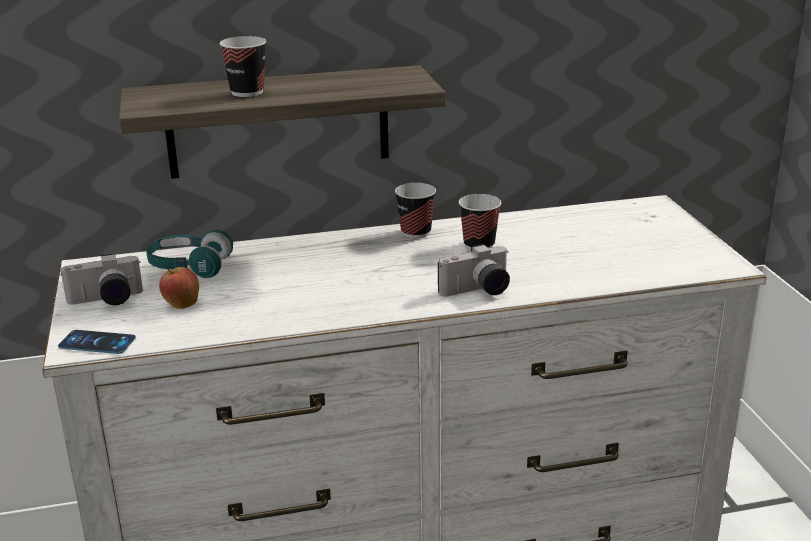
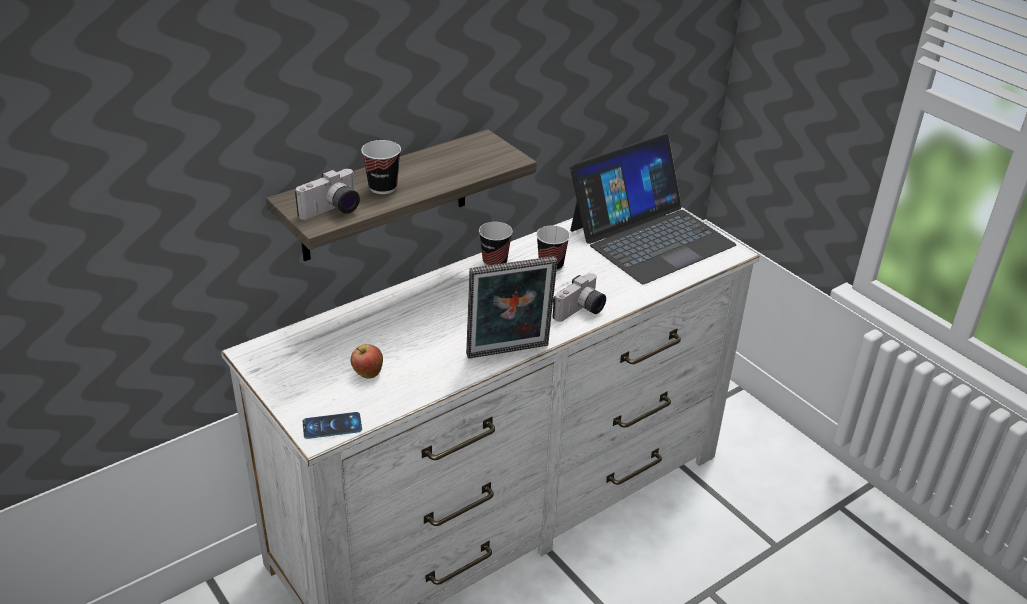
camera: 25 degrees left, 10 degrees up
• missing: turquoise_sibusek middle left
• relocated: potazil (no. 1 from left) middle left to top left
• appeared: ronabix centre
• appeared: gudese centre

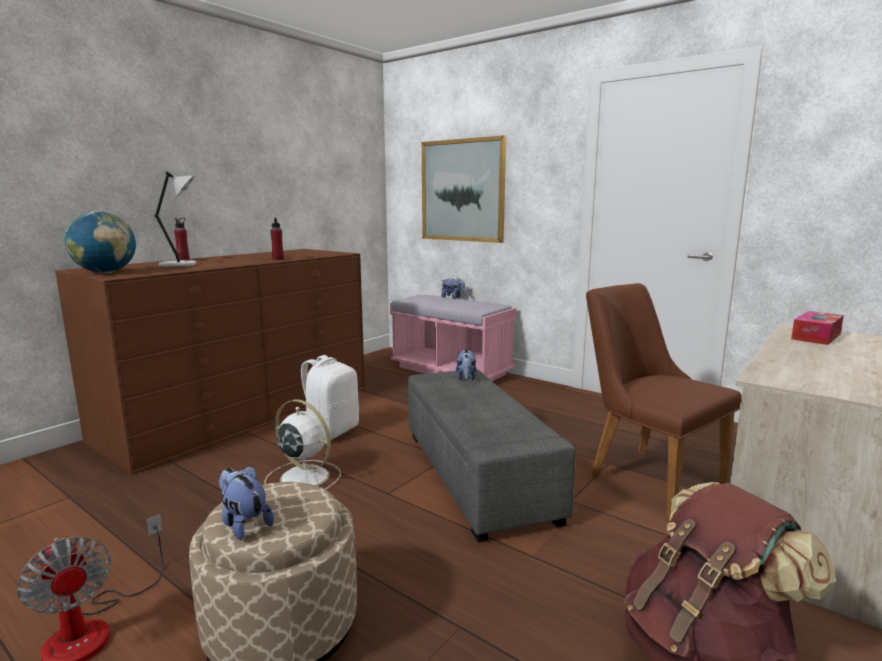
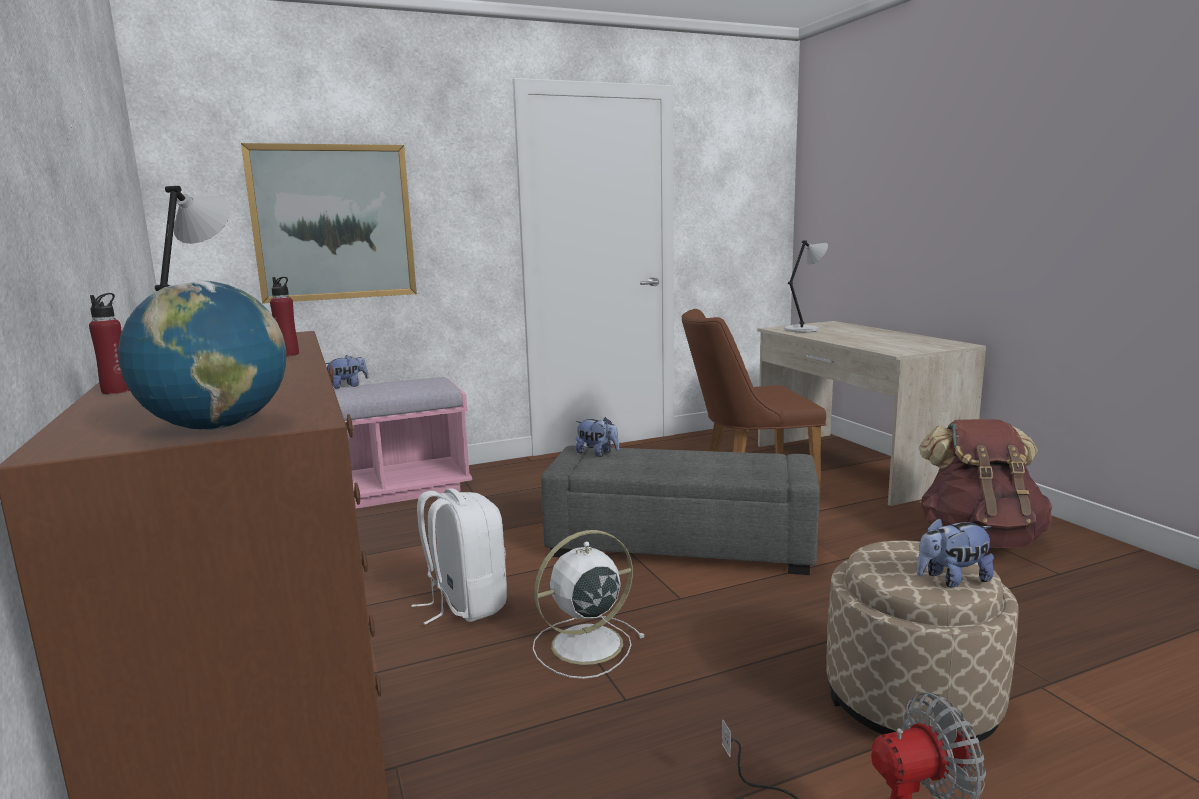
camera: 60 degrees left, 0 degrees up
• exchanged: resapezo middle right to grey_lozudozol (no. 2 from left) middle right

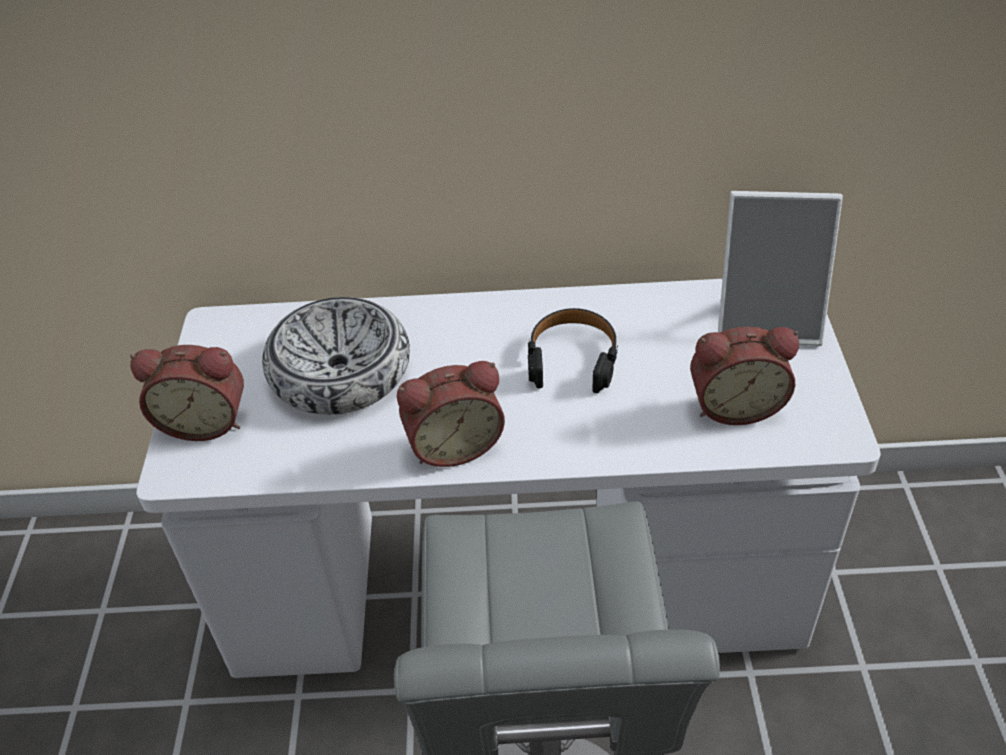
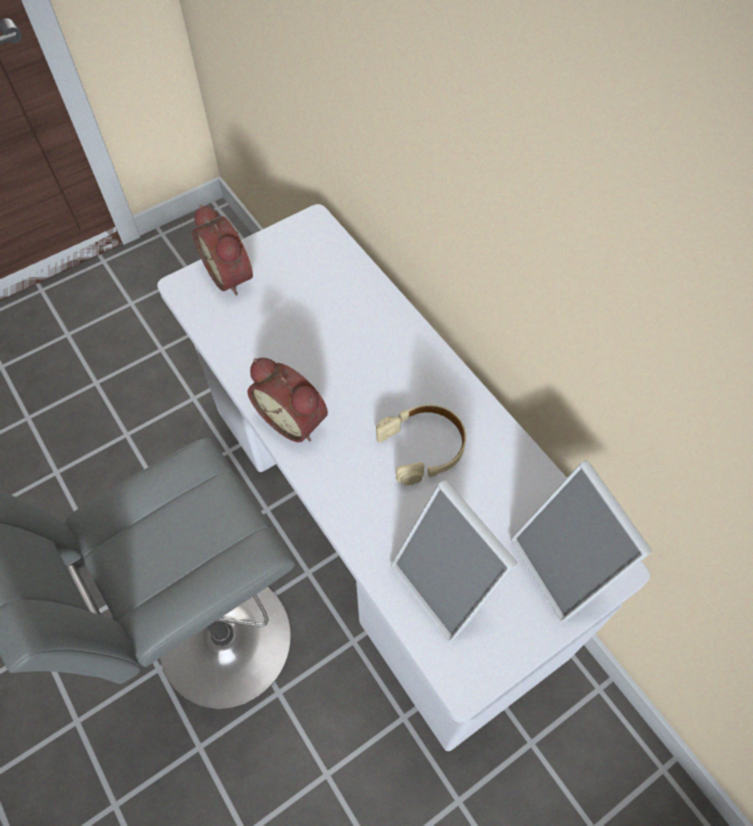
camera: 55 degrees right, 15 degrees up
• missing: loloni centre
• colour: black_sibusek centre to beige_sibusek centre
• exchanged: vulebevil (no. 3 from left) middle right to gudese (no. 1 from left) bottom centre

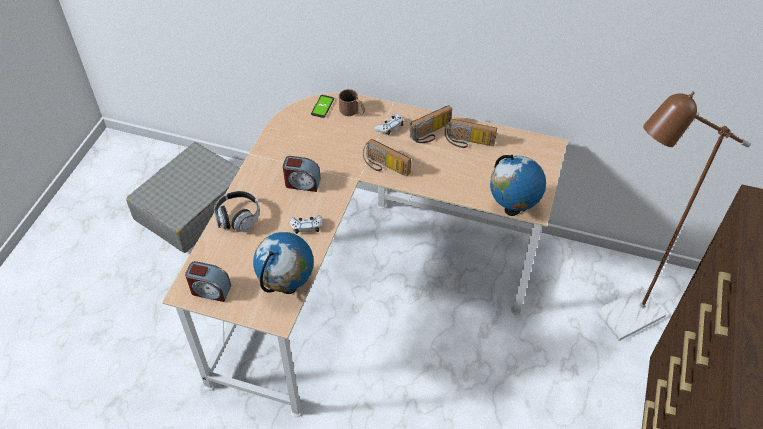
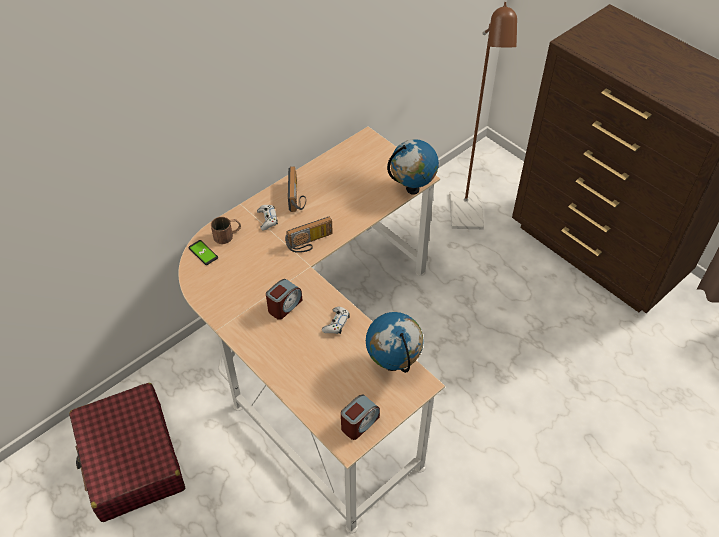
camera: 60 degrees left, 0 degrees up
• missing: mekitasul (no. 3 from left) top centre
• colour: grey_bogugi middle left to red_bogugi bottom left
• missing: sibusek middle left

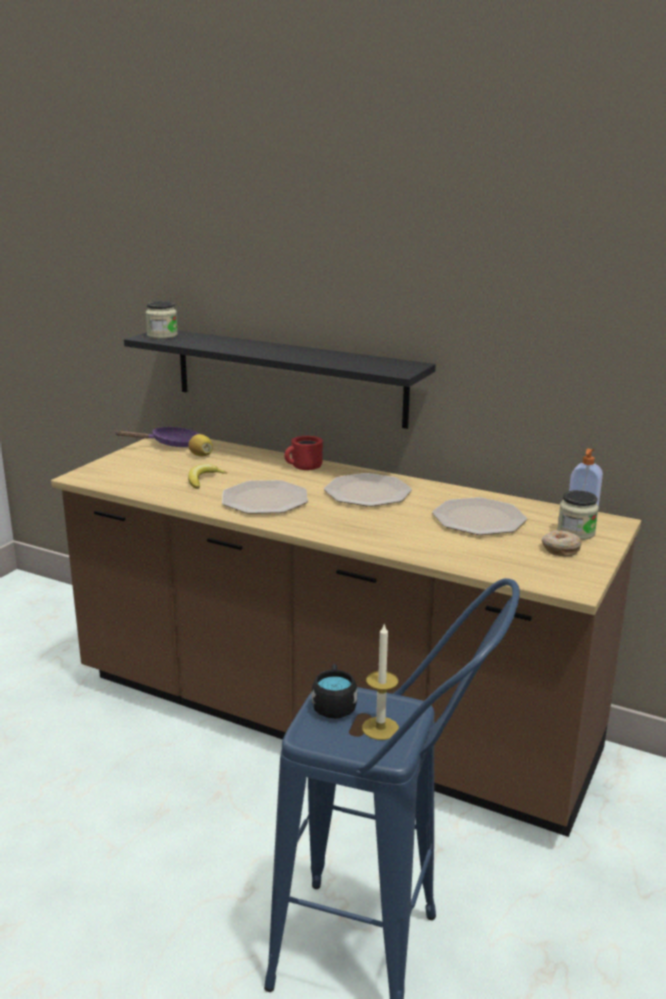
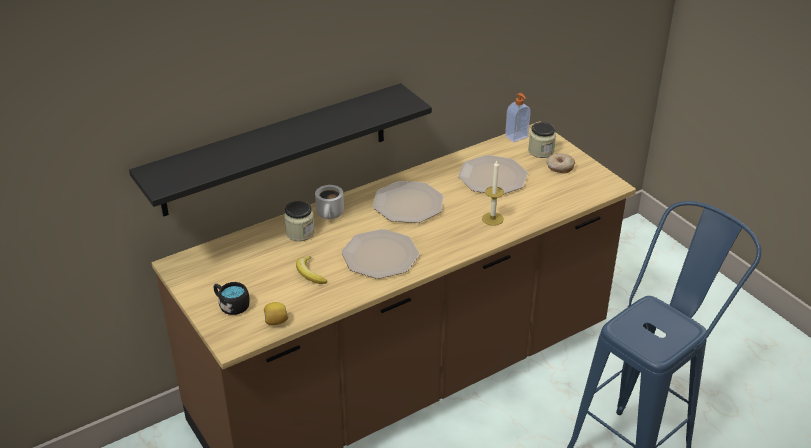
camera: 60 degrees left, 15 degrees up
• relocated: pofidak (no. 1 from left) top left to centre
• missing: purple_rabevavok middle left
• relocated: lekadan middle left to bottom centre
• colour: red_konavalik centre to white_konavalik centre
• relocated: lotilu bottom centre to centre
• relocated: black_konavalik bottom centre to middle left

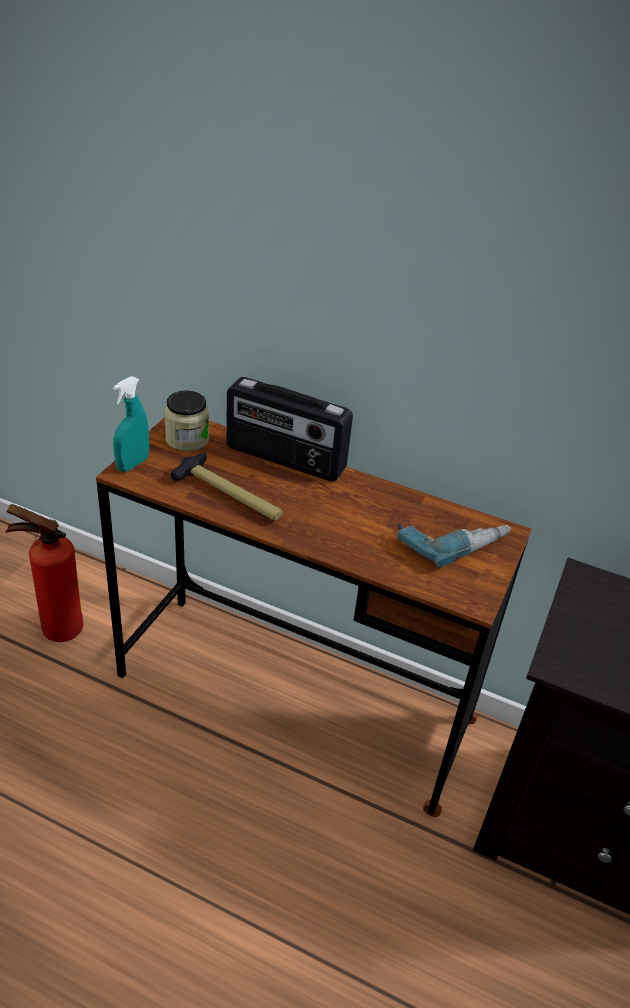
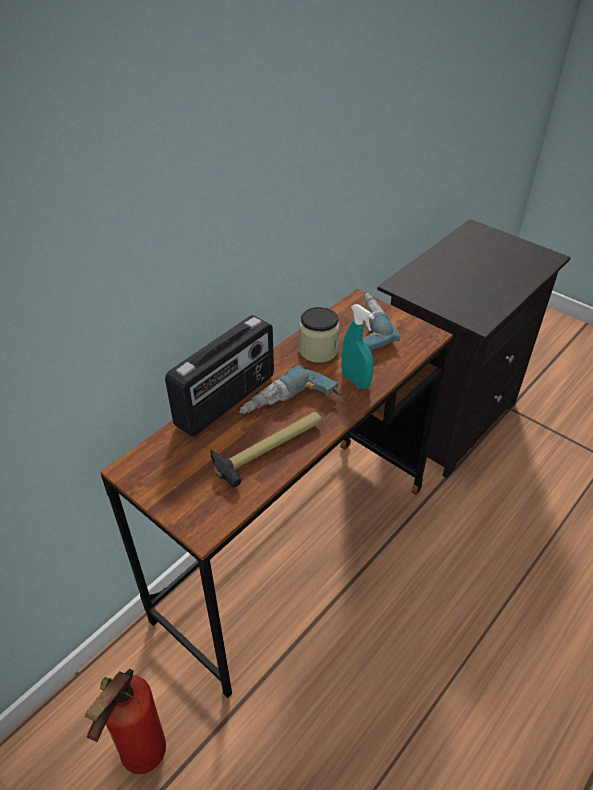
camera: 70 degrees left, 5 degrees up
• relocated: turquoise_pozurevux middle left to centre
• relocated: pofidak middle left to centre
• appeared: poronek (no. 1 from left) centre

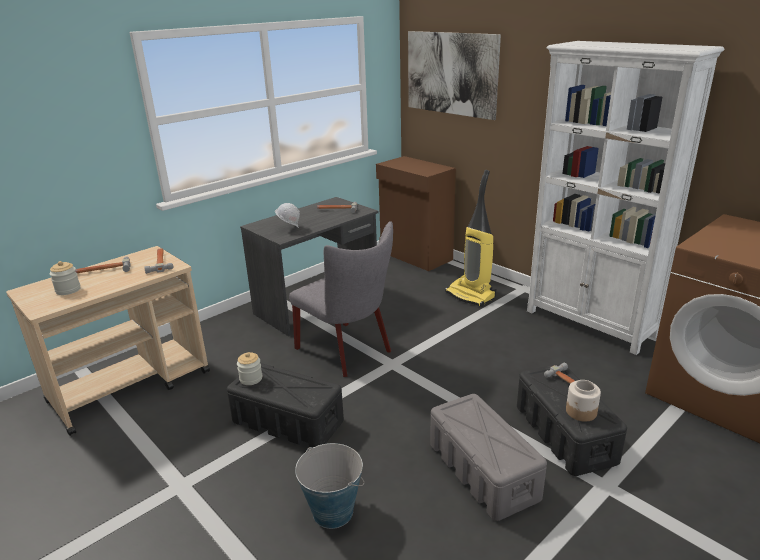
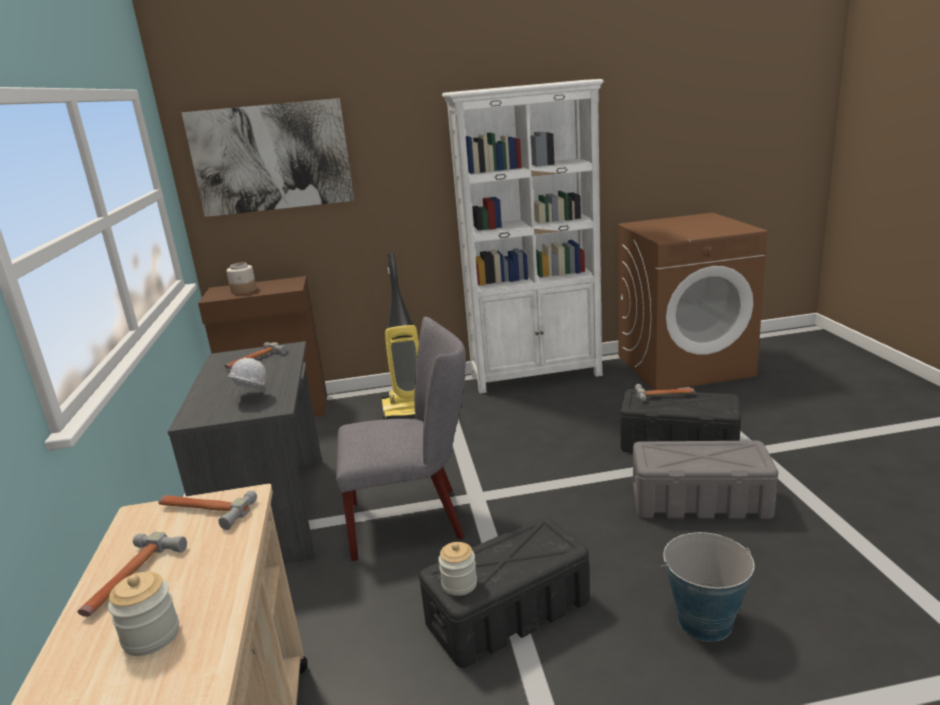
camera: 55 degrees left, 5 degrees down
• relocated: pofidak (no. 3 from left in the first image) bottom right to pofidak (no. 2 from left) middle left

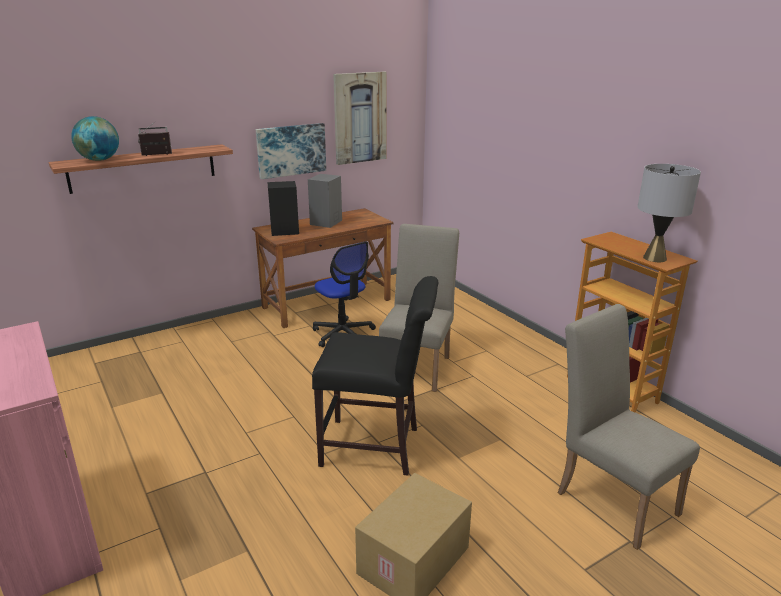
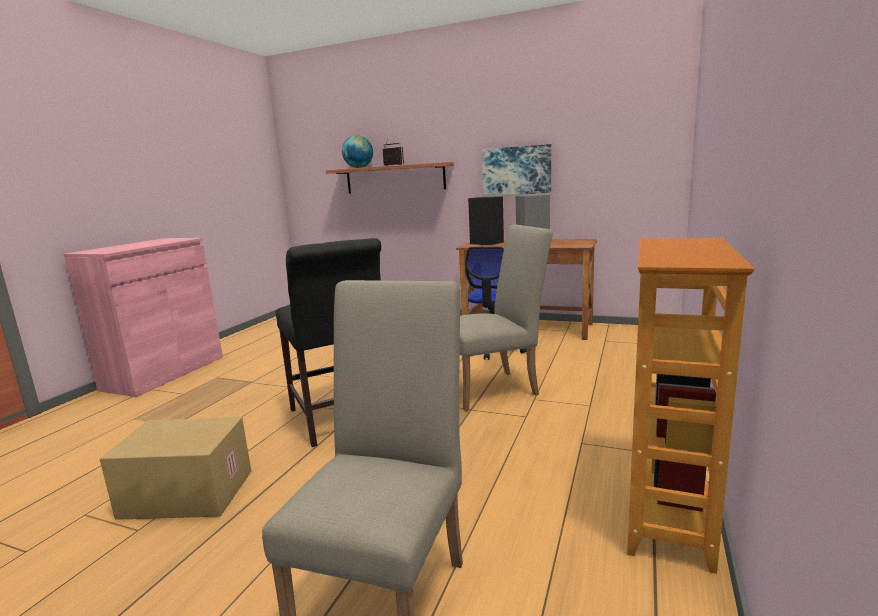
camera: 55 degrees right, 10 degrees down
• missing: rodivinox (no. 2 from left) top centre
• missing: grey_lozudozol middle right

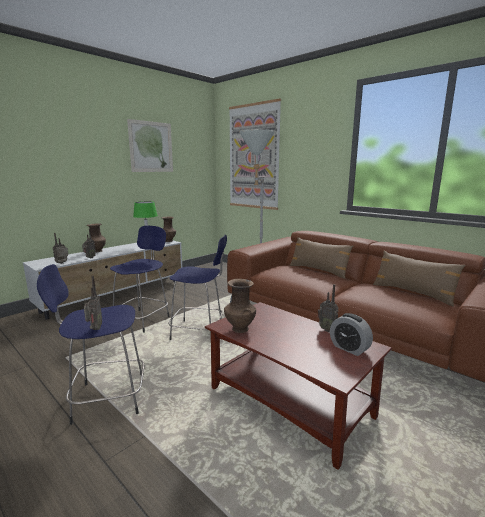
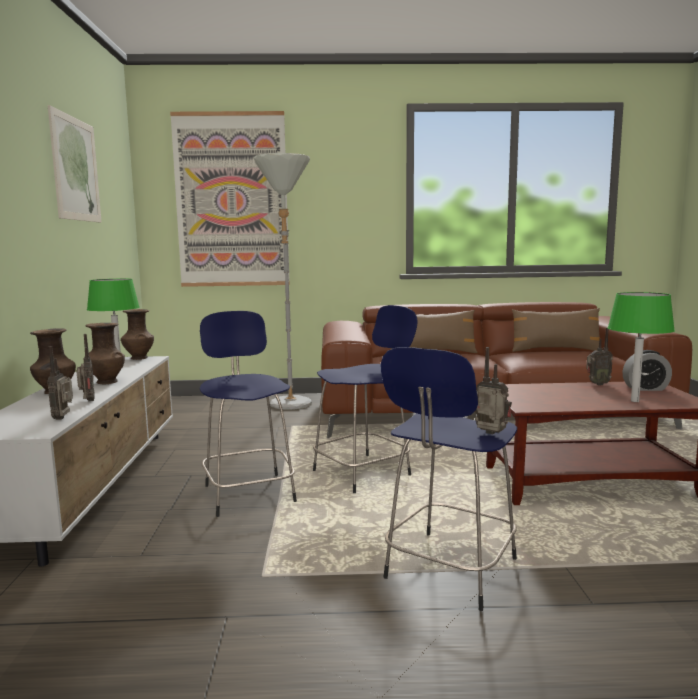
camera: 45 degrees left, 5 degrees down
• relocated: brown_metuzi (no. 3 from left in the first image) centre to brown_metuzi (no. 2 from left) middle left
• appeared: green_lozudozol (no. 2 from left) middle right

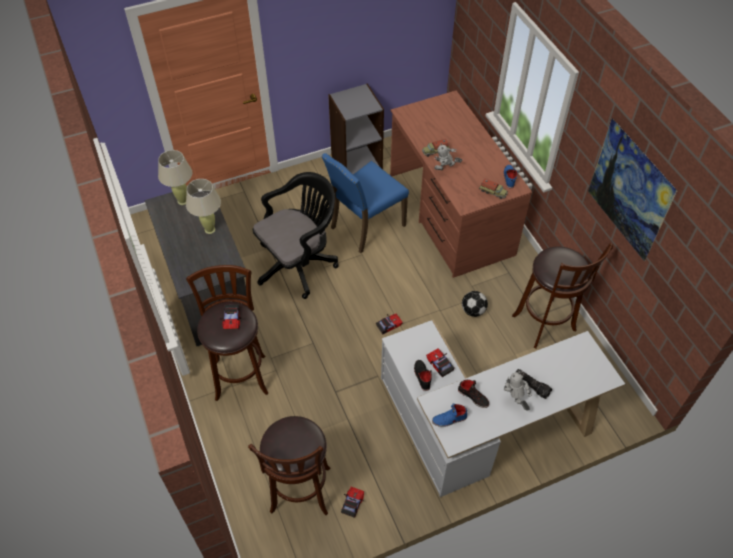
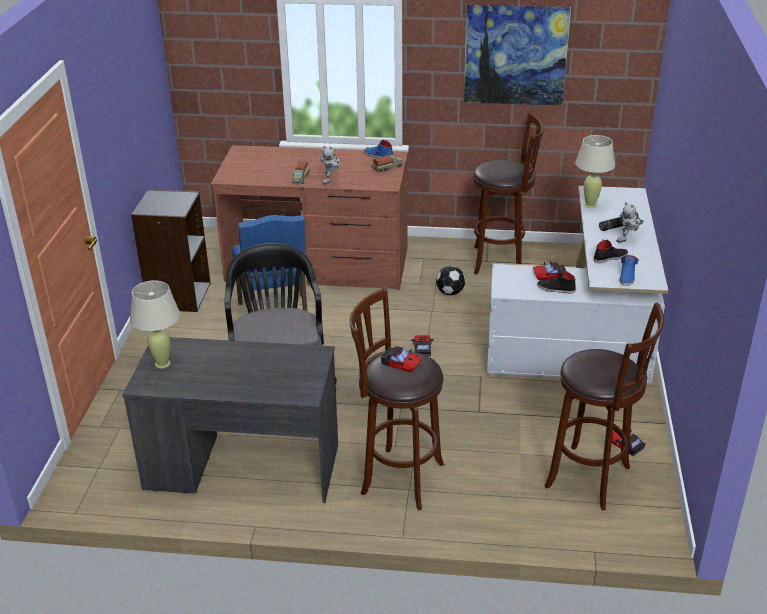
camera: 60 degrees left, 20 degrees down
• relocated: beige_lozudozol (no. 2 from left) middle left to top right
• spun: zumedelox (no. 2 from left) bottom right = middle right 45 degrees counterclockwise

